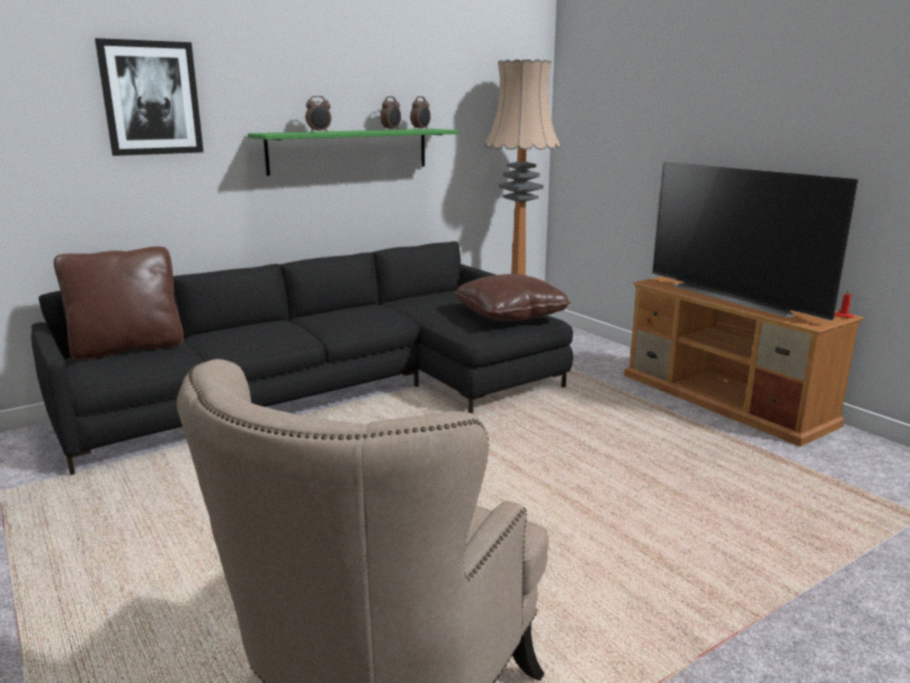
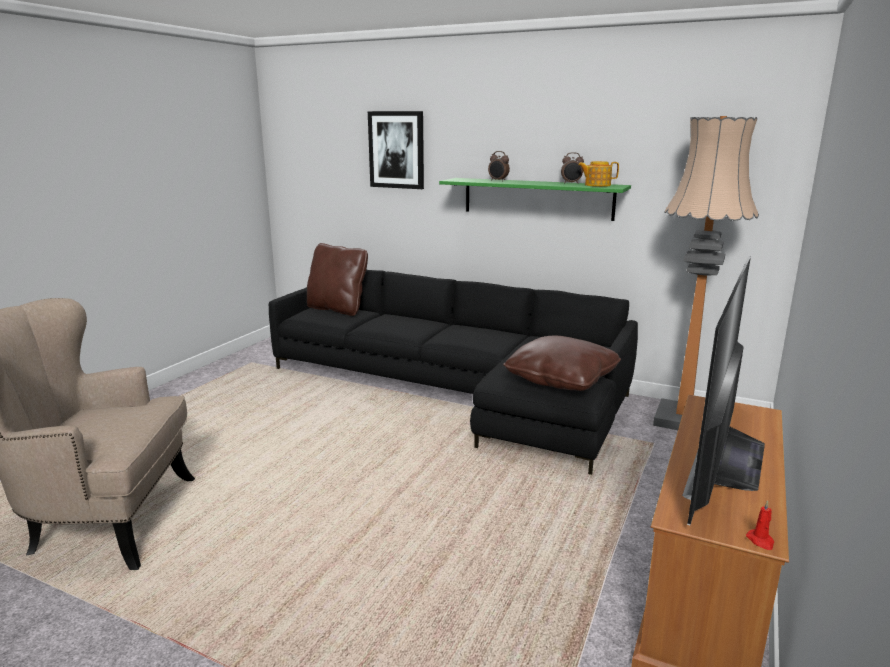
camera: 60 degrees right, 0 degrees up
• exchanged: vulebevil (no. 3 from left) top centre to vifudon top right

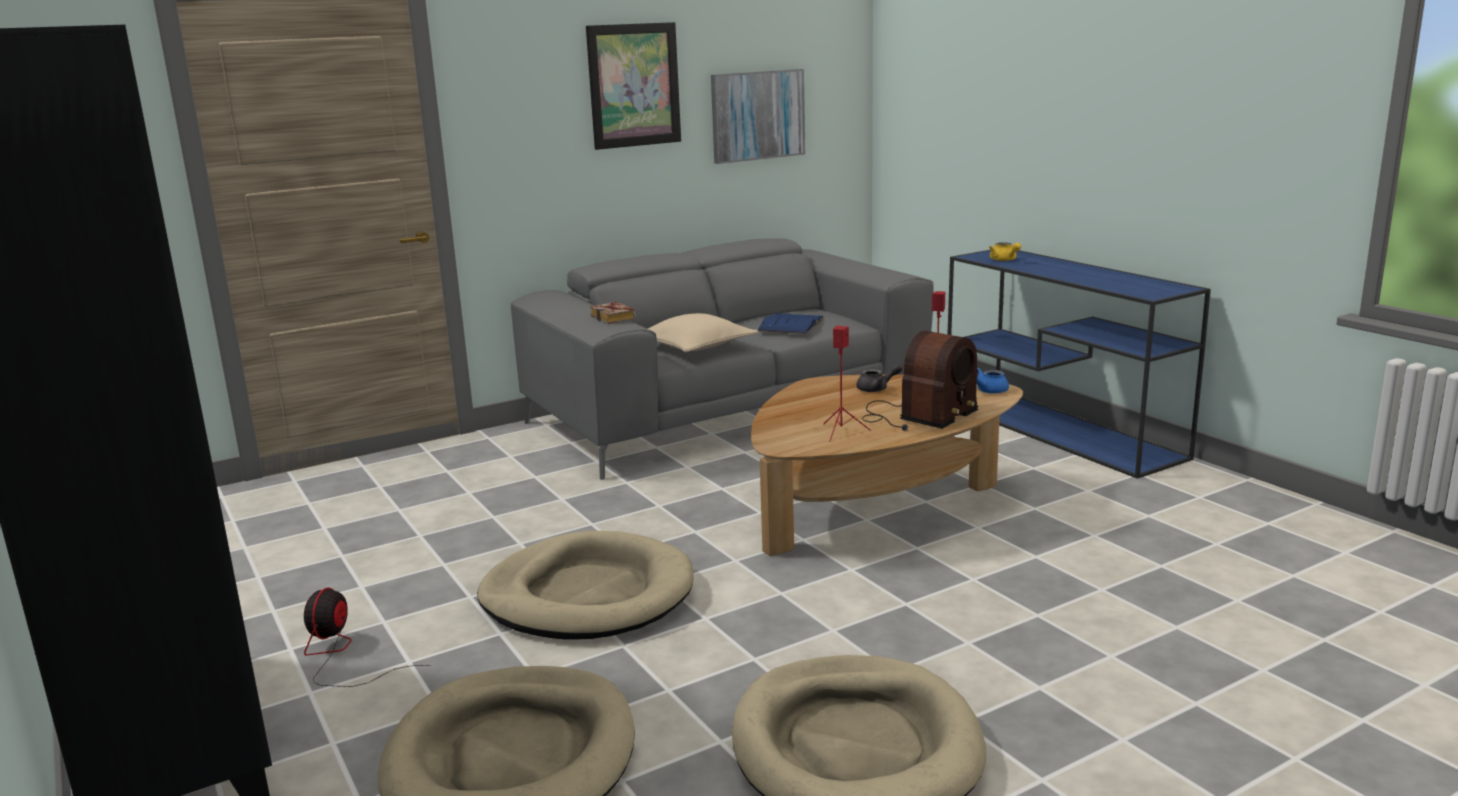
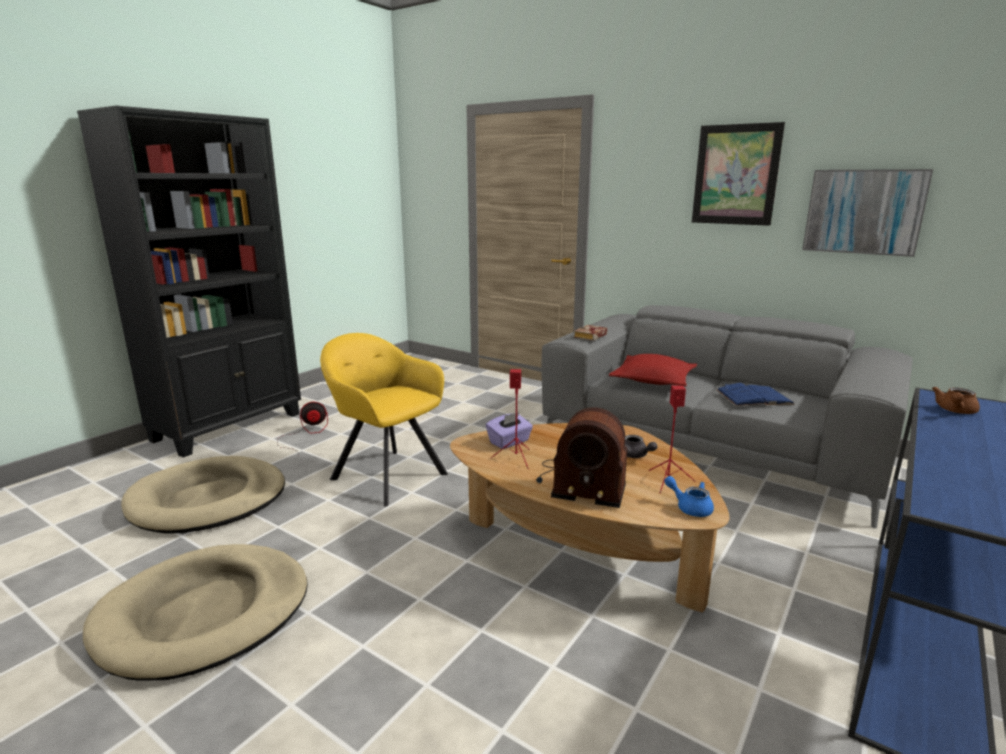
camera: 65 degrees right, 0 degrees up
• colour: yellow_vifudon top right to brown_vifudon middle right
• colour: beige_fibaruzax centre to red_fibaruzax centre
• exchanged: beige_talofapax (no. 2 from left) bottom centre to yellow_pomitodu centre
• appeared: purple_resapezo centre

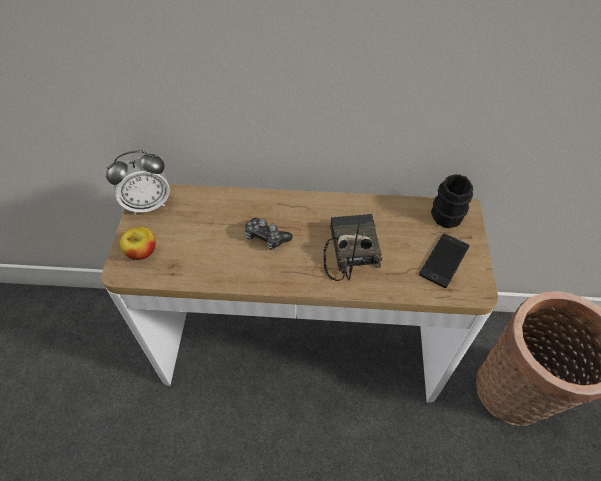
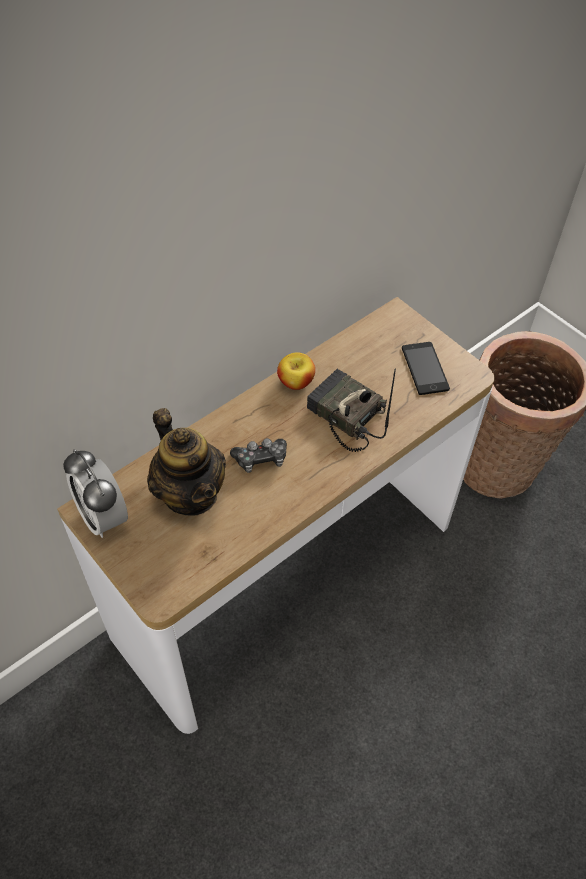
camera: 45 degrees left, 0 degrees up
• spun: vulebevil middle left = middle left 120 degrees clockwise
• missing: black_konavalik middle right
• relocated: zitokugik middle left to centre
• appeared: vifudon middle left

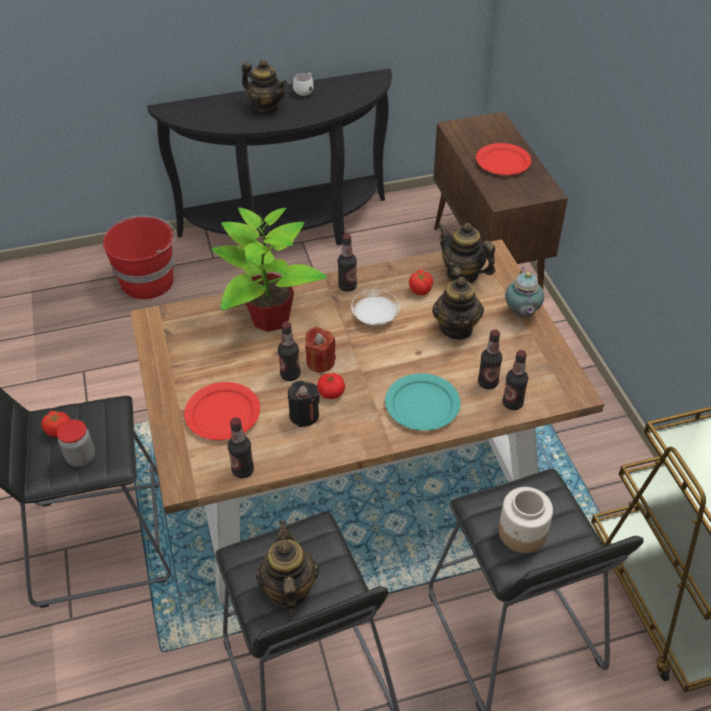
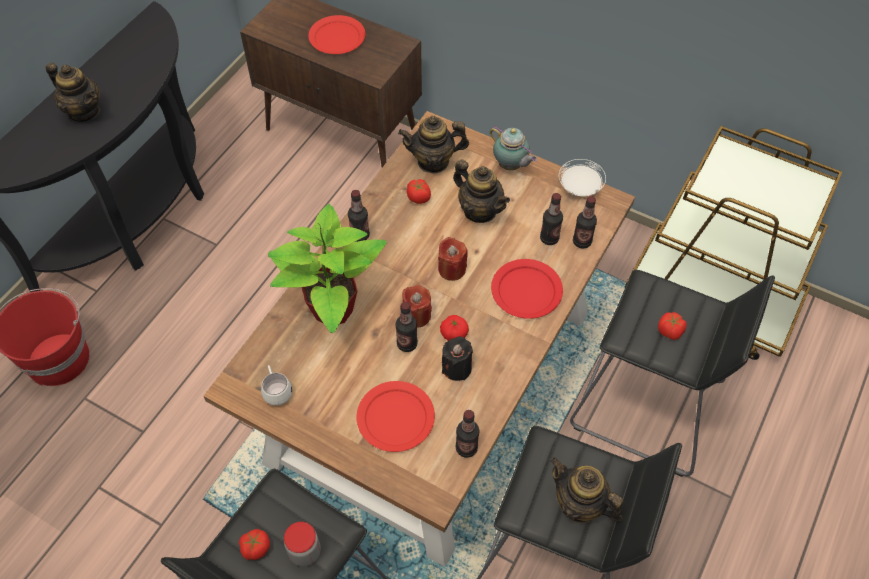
camera: 45 degrees left, 10 degrees up
• spun: vifudon (no. 1 from left) top centre = top left 45 degrees clockwise
• relocated: white_konavalik top centre to middle left
• relocated: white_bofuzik centre to top right
• colour: turquoise_bofuzik centre to red_bofuzik (no. 3 from left) centre
• exchanged: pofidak (no. 2 from left) bottom right to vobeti (no. 4 from left) middle right
• appeared: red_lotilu (no. 2 from left) centre

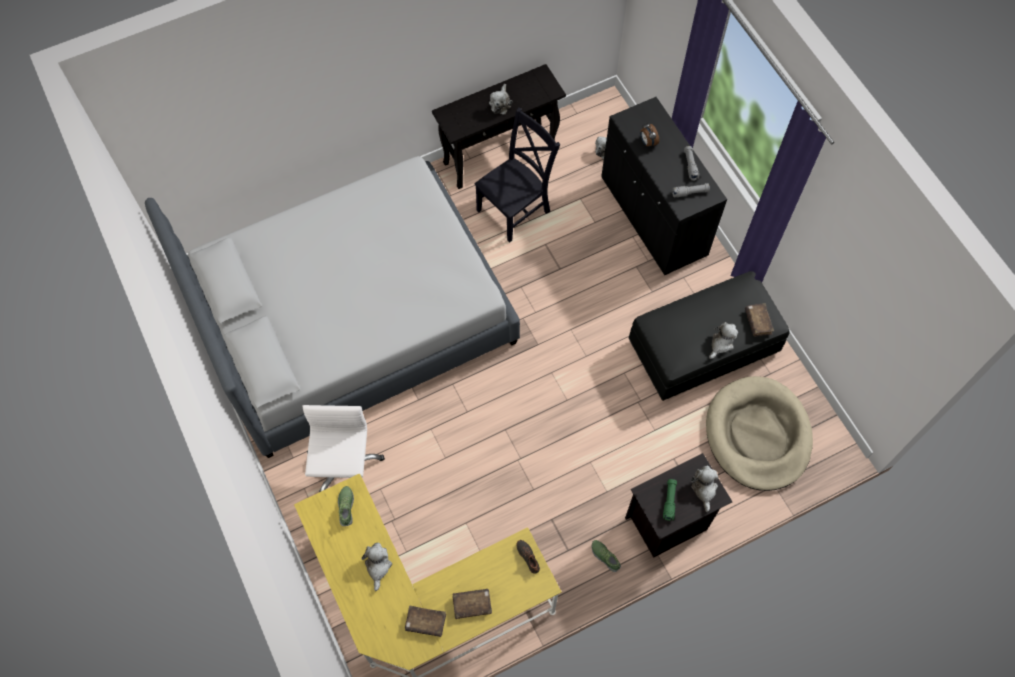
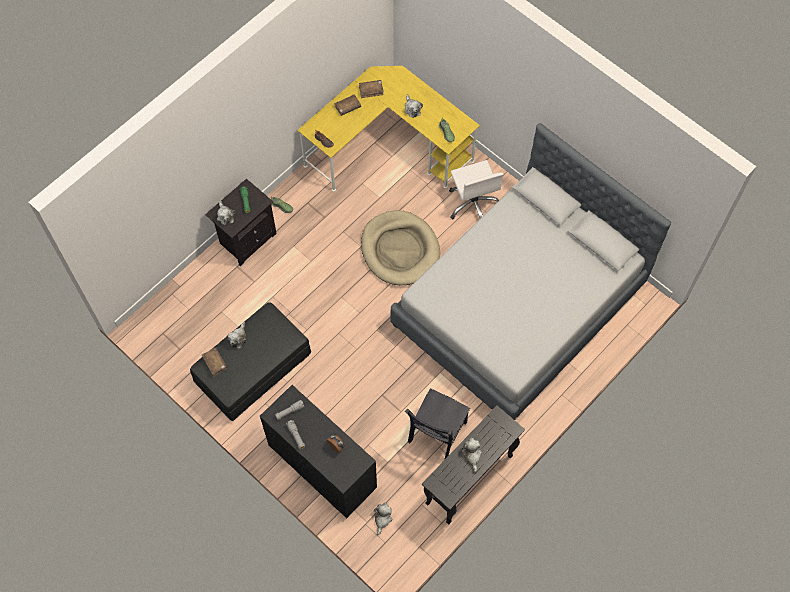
camera: 160 degrees right, 0 degrees up
• relocated: beige_talofapax middle right to centre

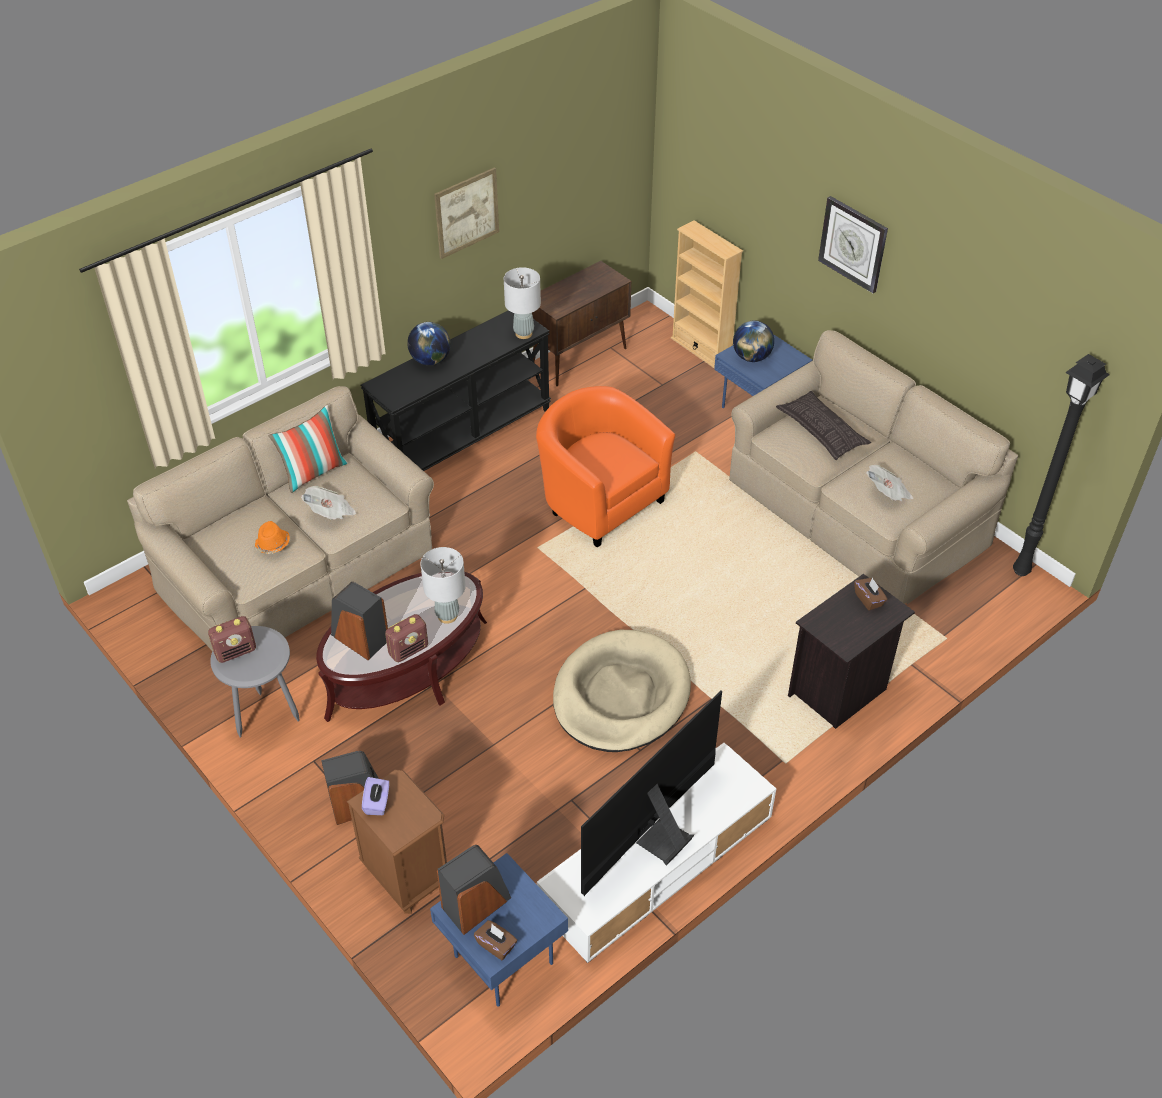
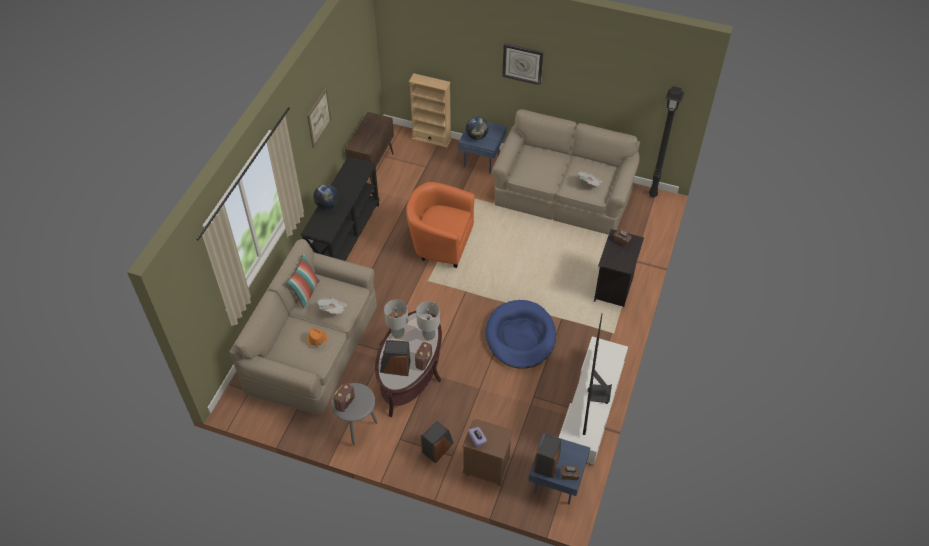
camera: 30 degrees left, 5 degrees up
• relocated: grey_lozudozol (no. 2 from left in the first image) top centre to grey_lozudozol (no. 1 from left) centre
• missing: fibaruzax (no. 2 from left) middle right
• colour: beige_talofapax centre to blue_talofapax centre

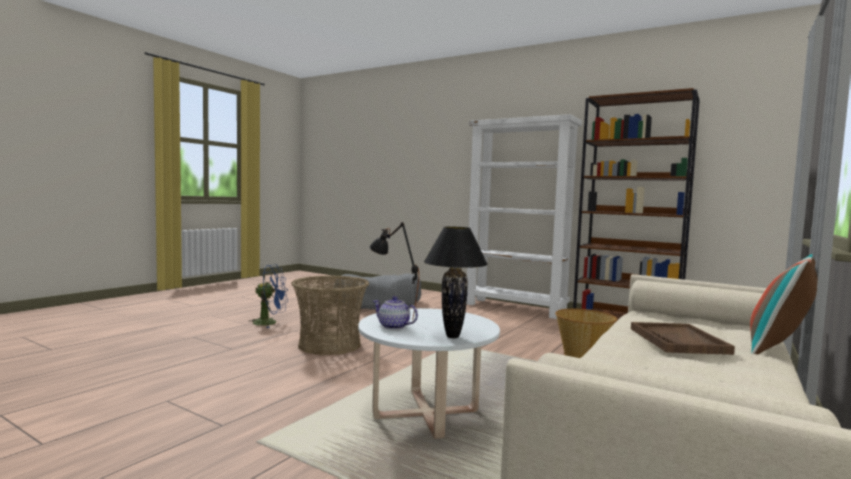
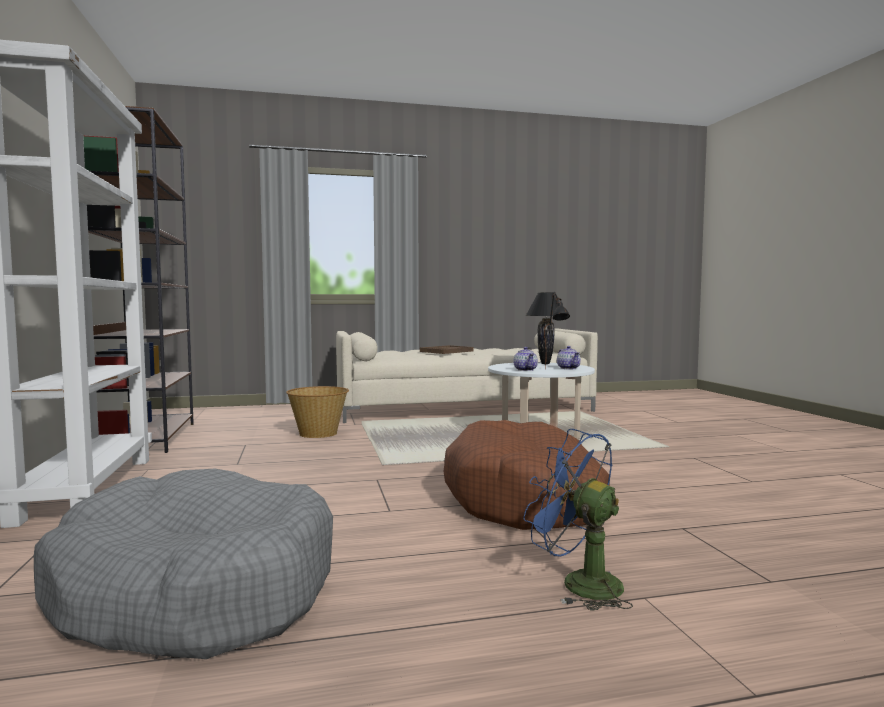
camera: 135 degrees left, 0 degrees up
• missing: fibaruzax middle right
• exchanged: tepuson (no. 1 from left) centre to brown_talofapax bottom centre
• appeared: vifudon (no. 1 from left) centre

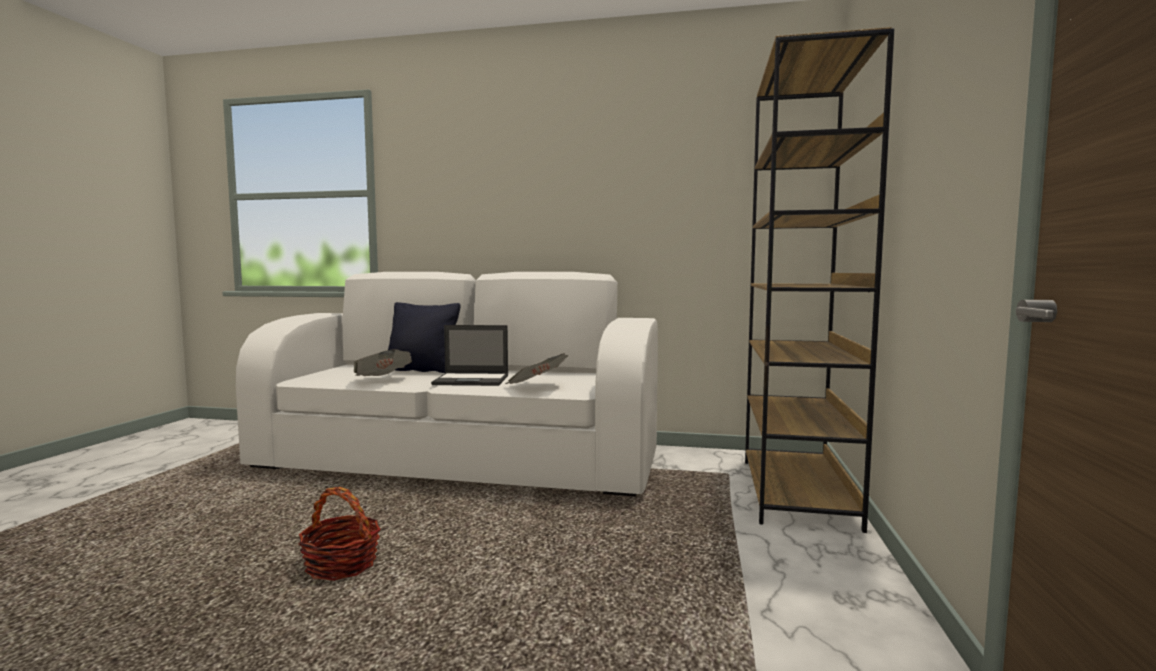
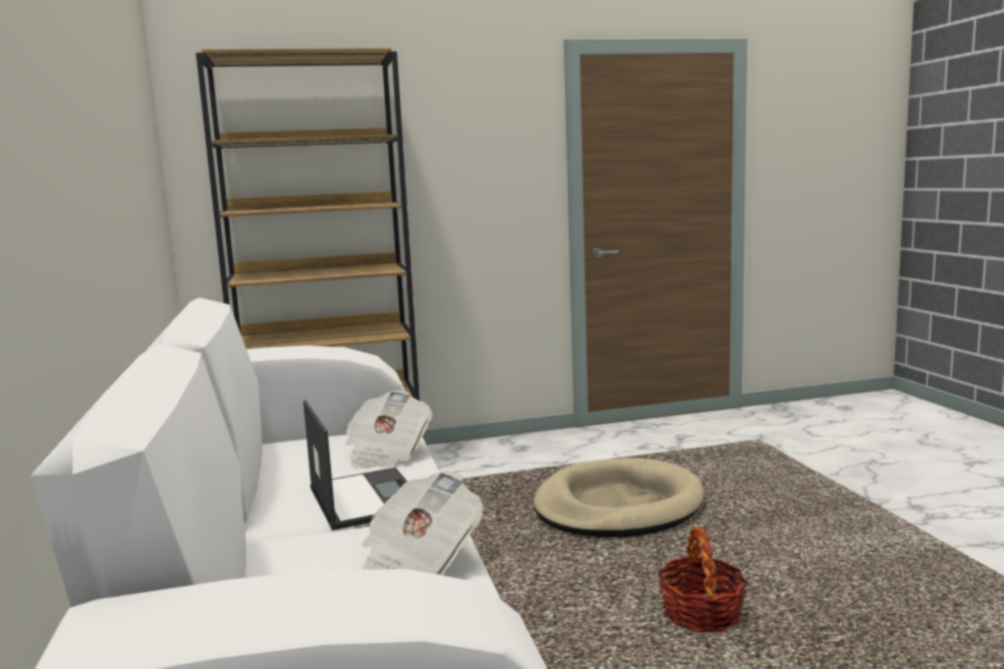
camera: 115 degrees left, 5 degrees up
• missing: black_fibaruzax centre
• appeared: beige_talofapax bottom centre

